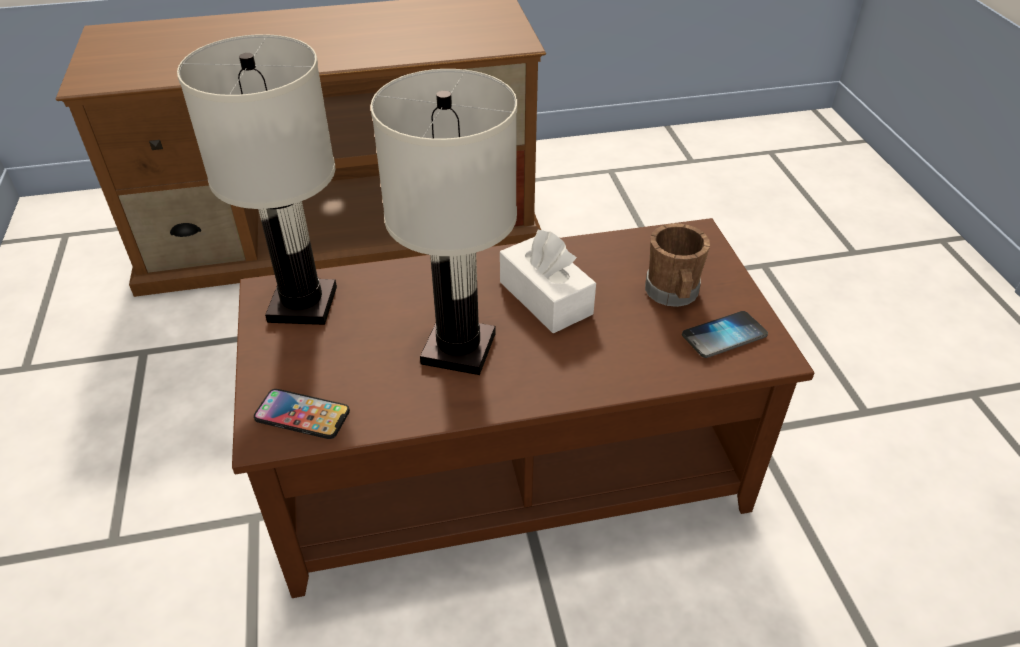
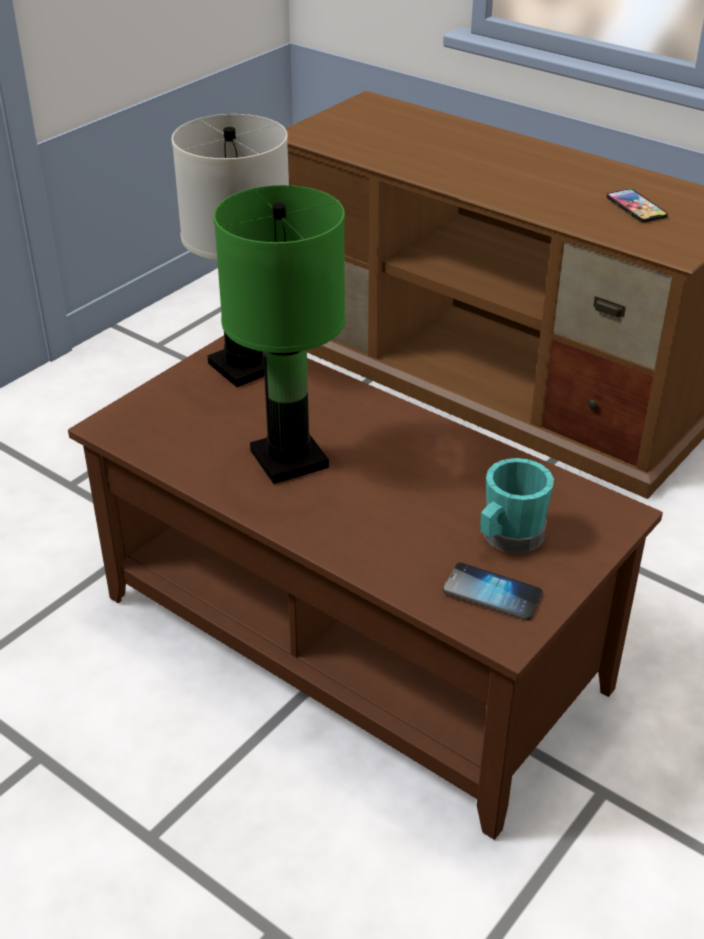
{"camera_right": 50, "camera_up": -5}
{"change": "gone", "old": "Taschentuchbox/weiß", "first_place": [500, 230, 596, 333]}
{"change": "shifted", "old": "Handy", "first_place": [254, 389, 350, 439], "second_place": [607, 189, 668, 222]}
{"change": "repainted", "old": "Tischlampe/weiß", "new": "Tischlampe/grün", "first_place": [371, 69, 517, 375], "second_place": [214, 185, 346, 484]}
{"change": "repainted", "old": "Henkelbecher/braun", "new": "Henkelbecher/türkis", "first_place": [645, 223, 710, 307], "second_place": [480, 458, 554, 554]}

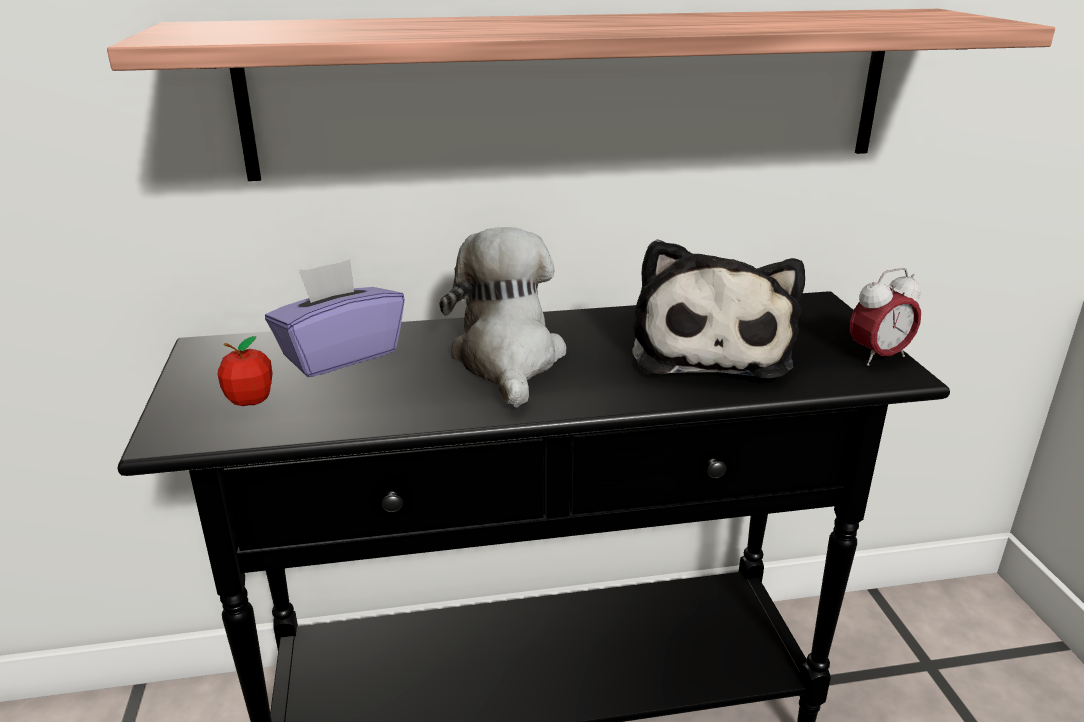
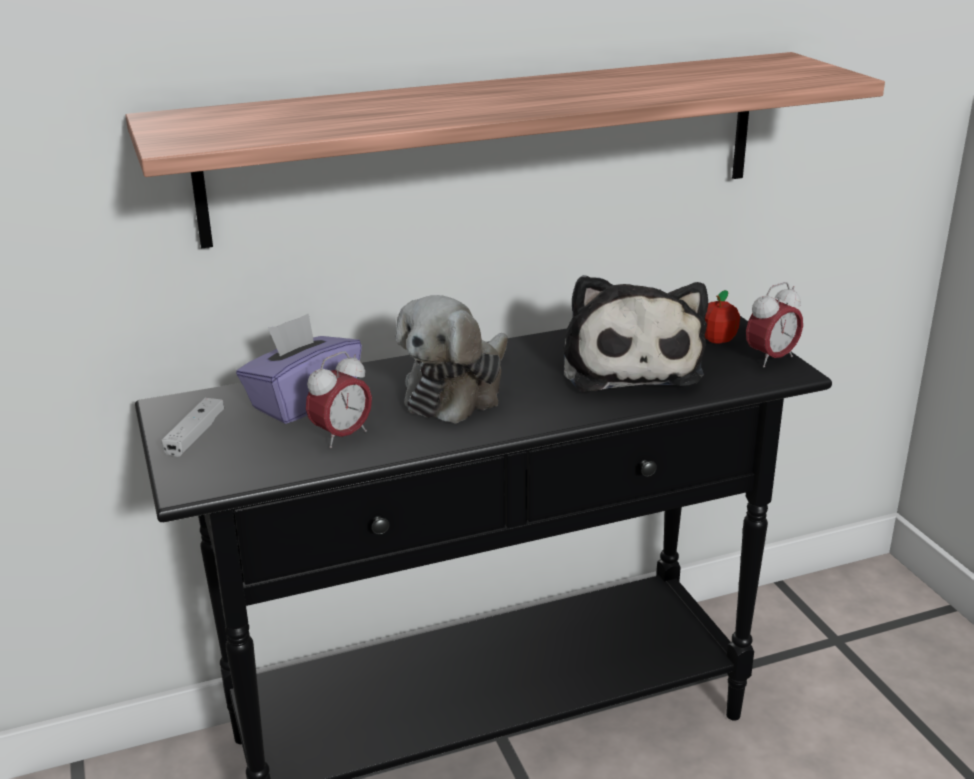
{"camera_right": -10, "camera_up": 0}
{"change": "new", "new": "Gamepad/weiß", "second_place": [161, 398, 224, 457]}
{"change": "new", "new": "Wecker", "second_place": [306, 351, 372, 448]}
{"change": "shifted", "old": "Apfel", "first_place": [217, 336, 272, 406], "second_place": [705, 290, 740, 344]}
{"change": "rotated", "old": "Plüschtier", "first_place": [439, 227, 566, 407], "second_place": [396, 295, 508, 424], "degrees": -135}

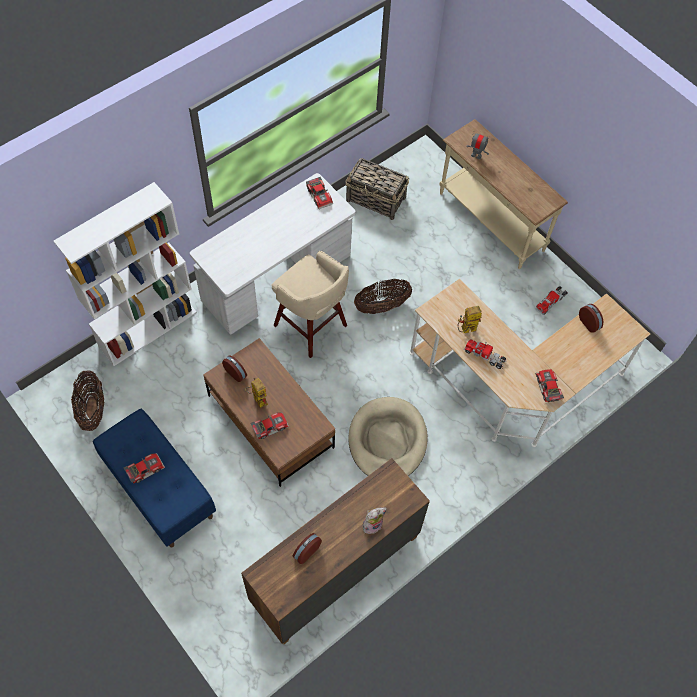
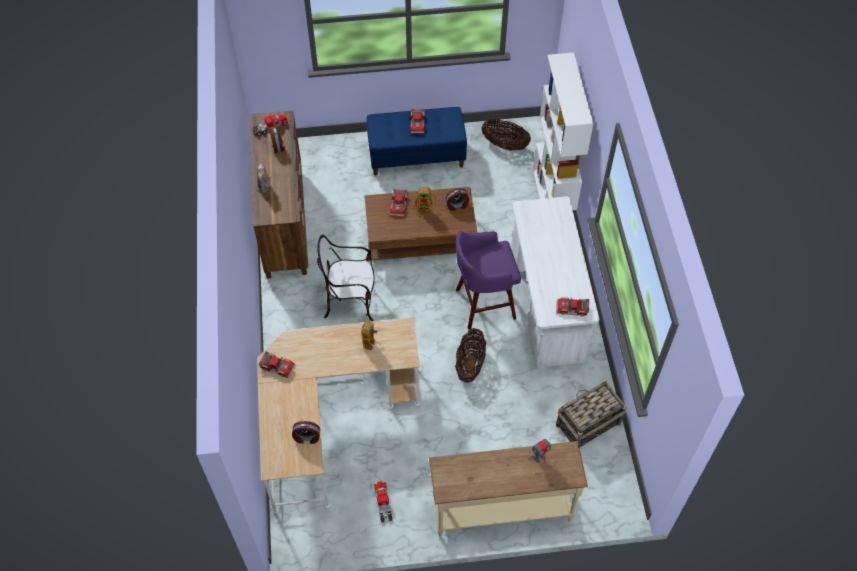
{"camera_right": 125, "camera_up": -5}
{"change": "shifted", "old": "Spielzeuglaster", "first_place": [464, 339, 507, 369], "second_place": [252, 113, 289, 136]}
{"change": "swapped", "old": "Hundebett/beige", "new": "Stuhl", "first_place": [348, 397, 428, 476], "second_place": [317, 235, 375, 321]}
{"change": "repainted", "old": "Hocker/beige", "new": "Hocker/lila", "first_place": [271, 251, 349, 358], "second_place": [456, 231, 521, 329]}

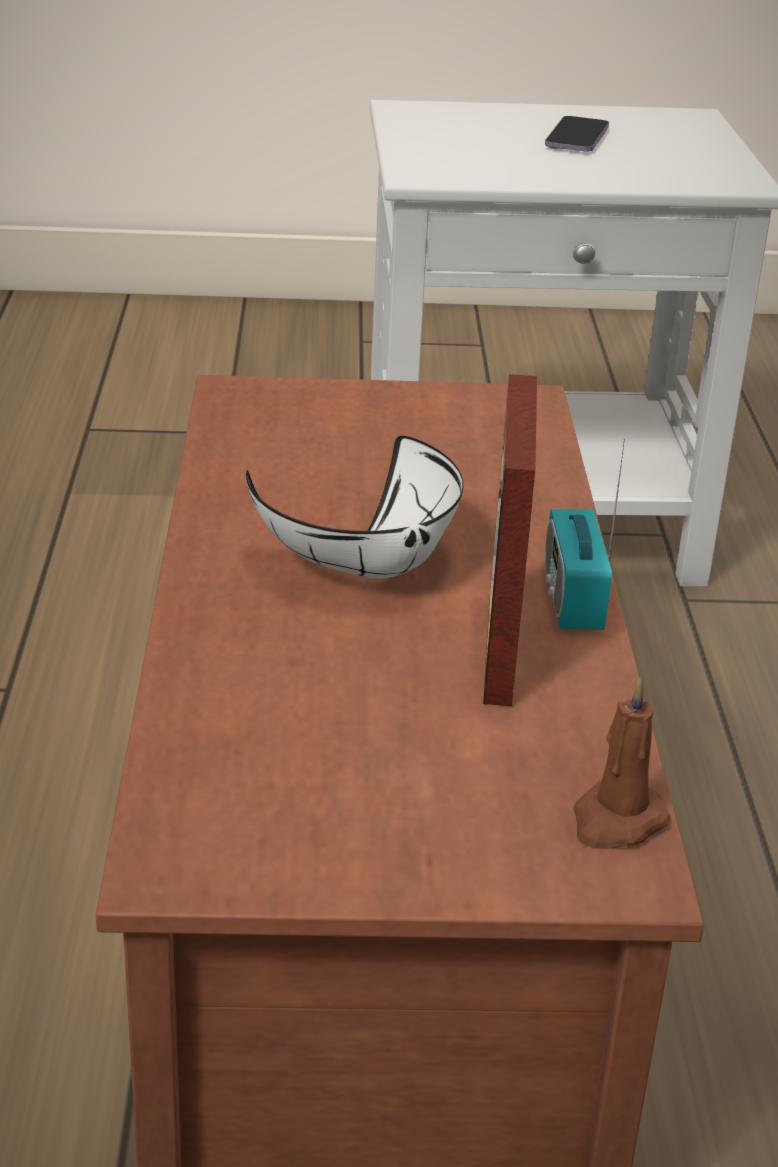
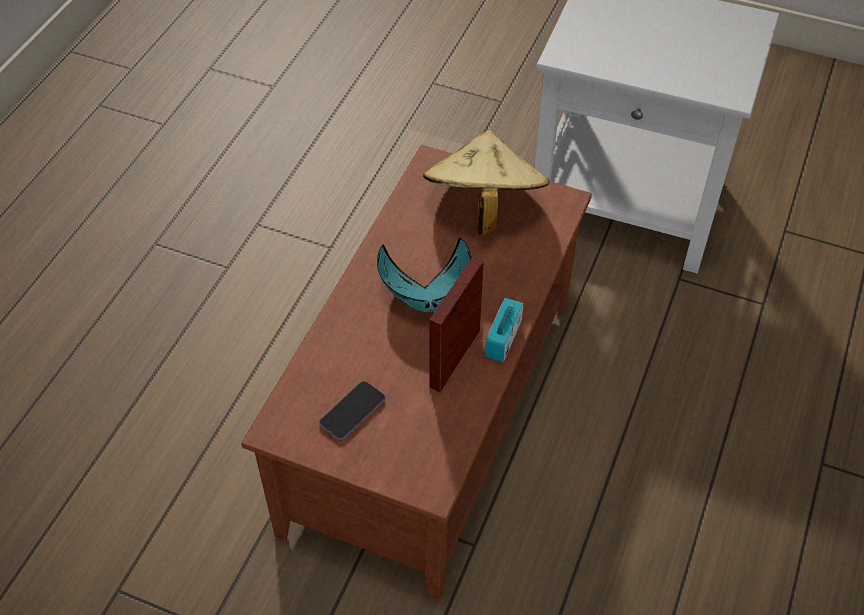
{"camera_right": 25, "camera_up": 20}
{"change": "gone", "old": "Kerze/braun", "first_place": [573, 676, 670, 849]}
{"change": "new", "new": "Hut/beige", "second_place": [423, 130, 549, 235]}
{"change": "shifted", "old": "Handy", "first_place": [545, 116, 609, 152], "second_place": [319, 381, 385, 440]}
{"change": "repainted", "old": "Schüssel/weiß", "new": "Schüssel/türkis", "first_place": [246, 436, 463, 579], "second_place": [377, 238, 472, 312]}

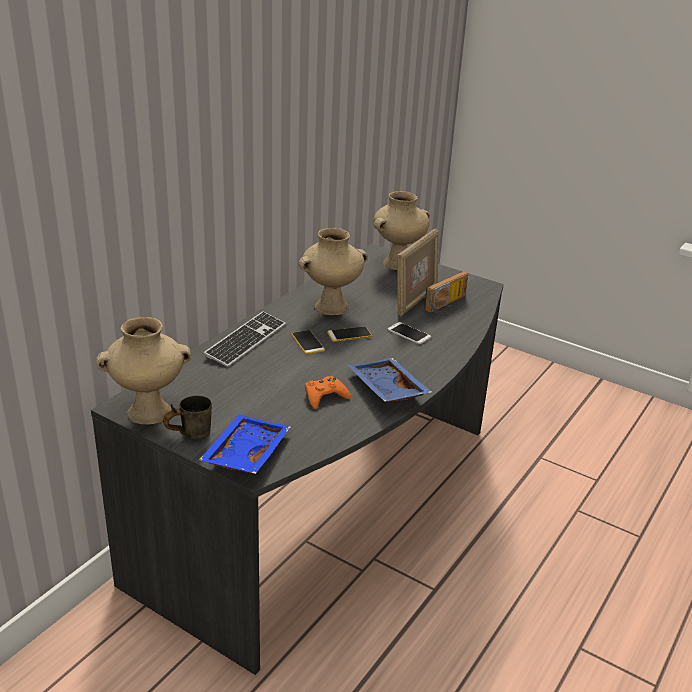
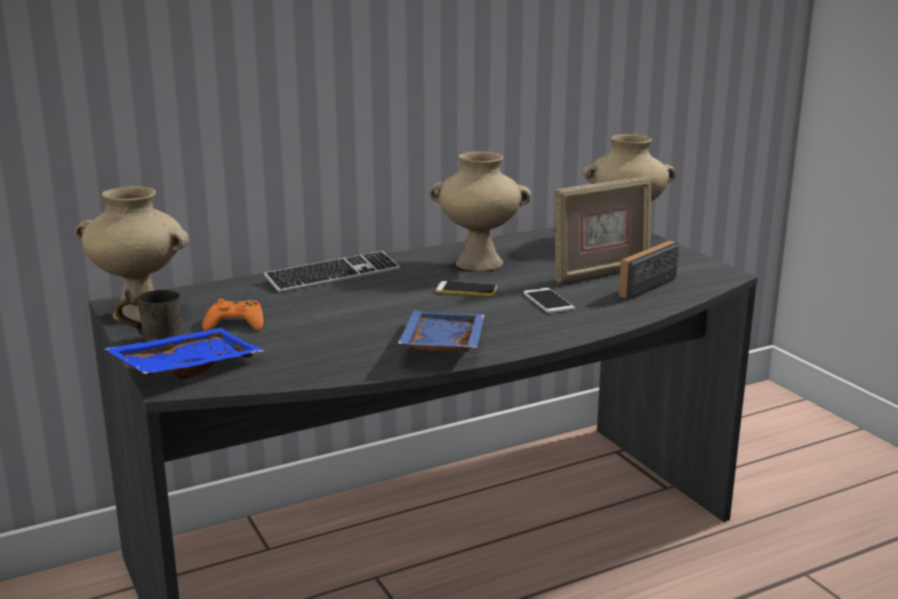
{"camera_right": 30, "camera_up": -10}
{"change": "gone", "old": "Handy", "first_place": [291, 330, 325, 355]}
{"change": "shifted", "old": "Gamepad/orange", "first_place": [305, 376, 351, 409], "second_place": [202, 299, 263, 331]}
{"change": "rotated", "old": "Radio", "first_place": [424, 271, 468, 314], "second_place": [619, 241, 679, 299], "degrees": 150}

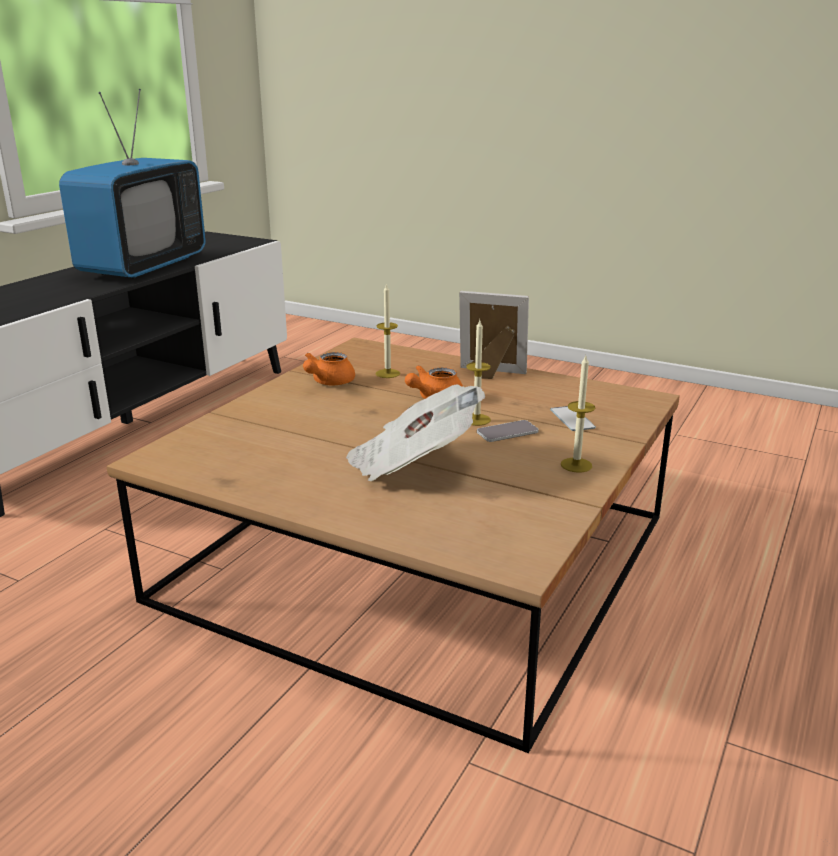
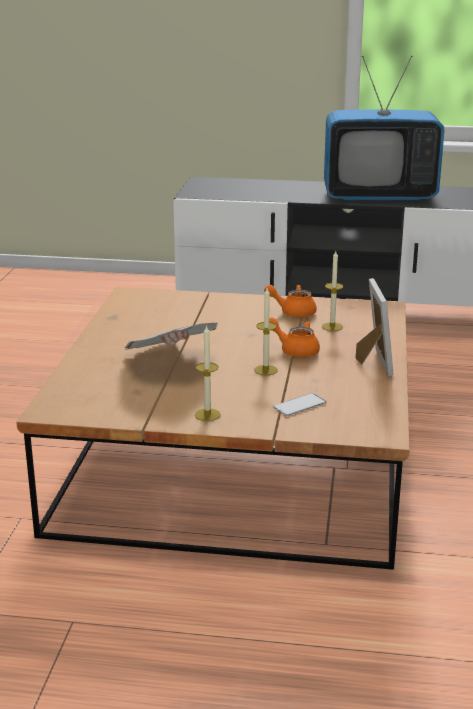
{"camera_right": 70, "camera_up": 0}
{"change": "gone", "old": "Handy", "first_place": [477, 420, 539, 442]}

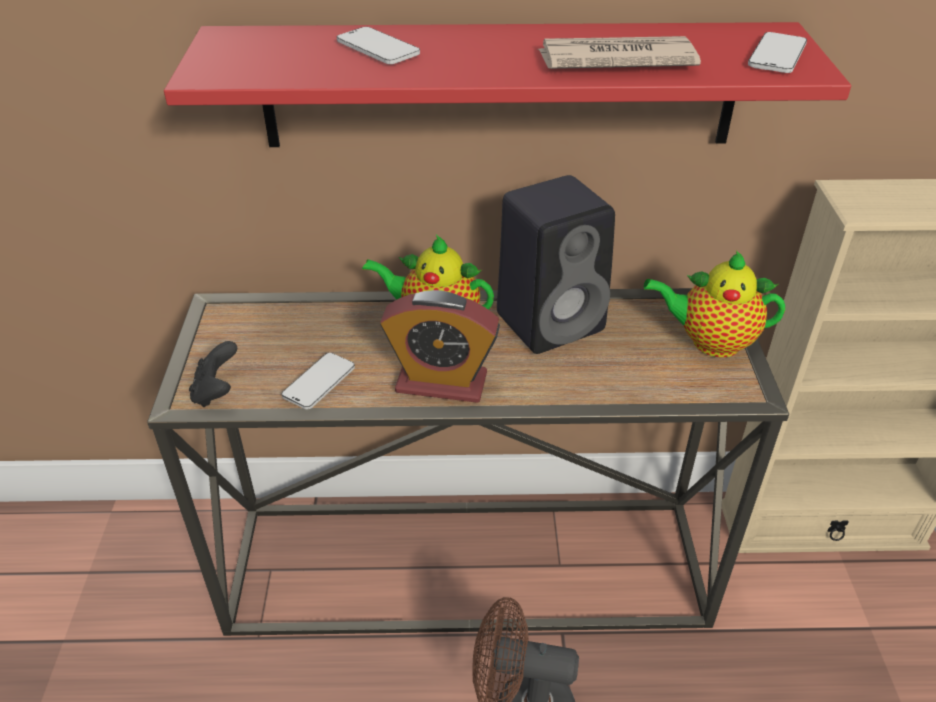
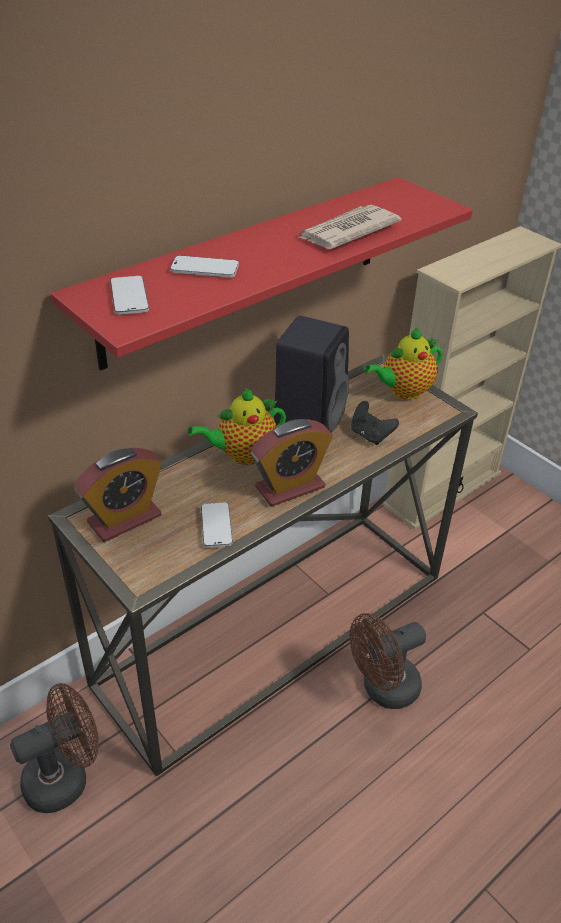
{"camera_right": -40, "camera_up": 0}
{"change": "new", "new": "Ventilator/braun", "second_place": [10, 683, 99, 813]}
{"change": "new", "new": "Wecker", "second_place": [73, 448, 162, 542]}
{"change": "shifted", "old": "Gamepad/schwarz", "first_place": [189, 341, 237, 407], "second_place": [351, 401, 399, 445]}
{"change": "shifted", "old": "Handy", "first_place": [748, 32, 807, 73], "second_place": [110, 276, 149, 315]}

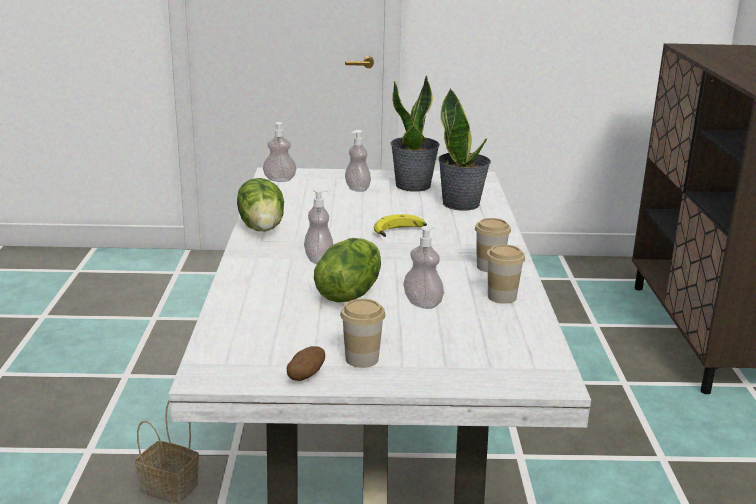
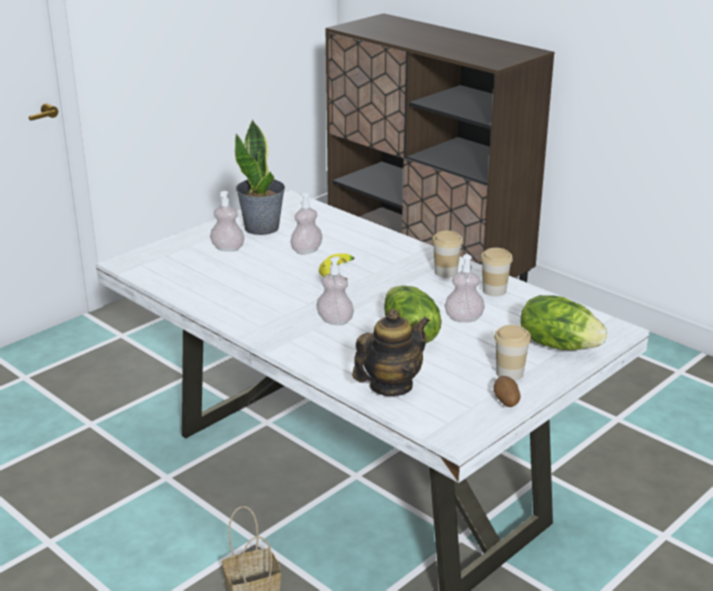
{"camera_right": -45, "camera_up": 5}
{"change": "gone", "old": "Topfpflanze", "first_place": [438, 88, 491, 211]}
{"change": "new", "new": "Teekanne", "second_place": [352, 309, 430, 396]}
{"change": "shifted", "old": "Salatkopf", "first_place": [237, 178, 284, 231], "second_place": [520, 295, 607, 350]}
{"change": "shifted", "old": "Seifenspender", "first_place": [263, 122, 296, 182], "second_place": [291, 193, 322, 255]}

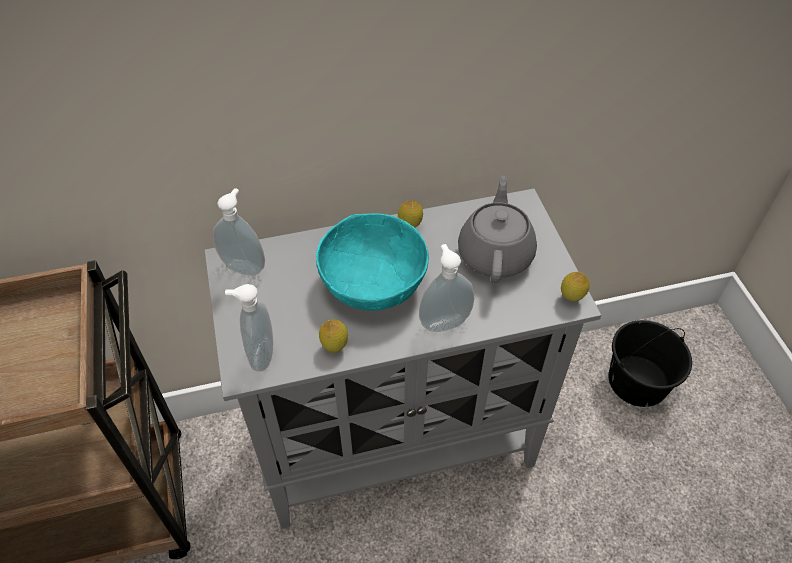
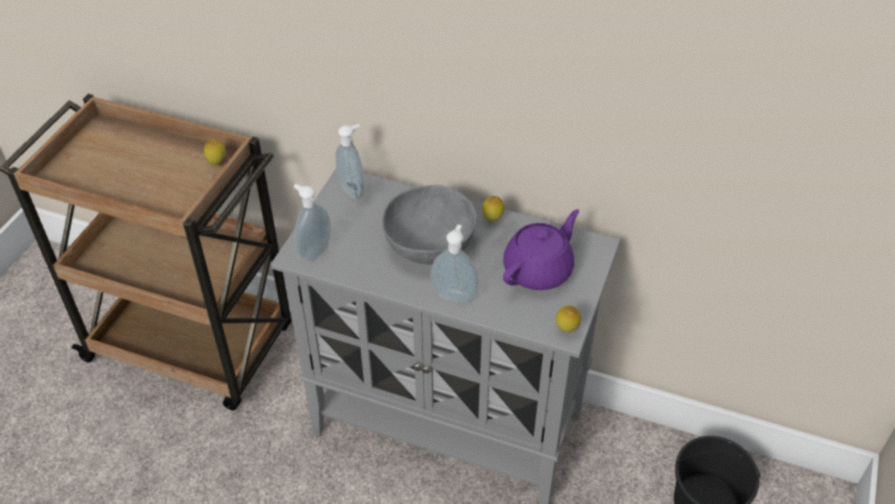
{"camera_right": 35, "camera_up": -5}
{"change": "shifted", "old": "Zitrone", "first_place": [319, 319, 348, 353], "second_place": [204, 138, 226, 166]}
{"change": "repainted", "old": "Schüssel/türkis", "new": "Schüssel/grau", "first_place": [316, 213, 429, 311], "second_place": [382, 185, 477, 265]}
{"change": "repainted", "old": "Teekanne/grau", "new": "Teekanne/lila", "first_place": [458, 176, 537, 283], "second_place": [503, 209, 579, 290]}

